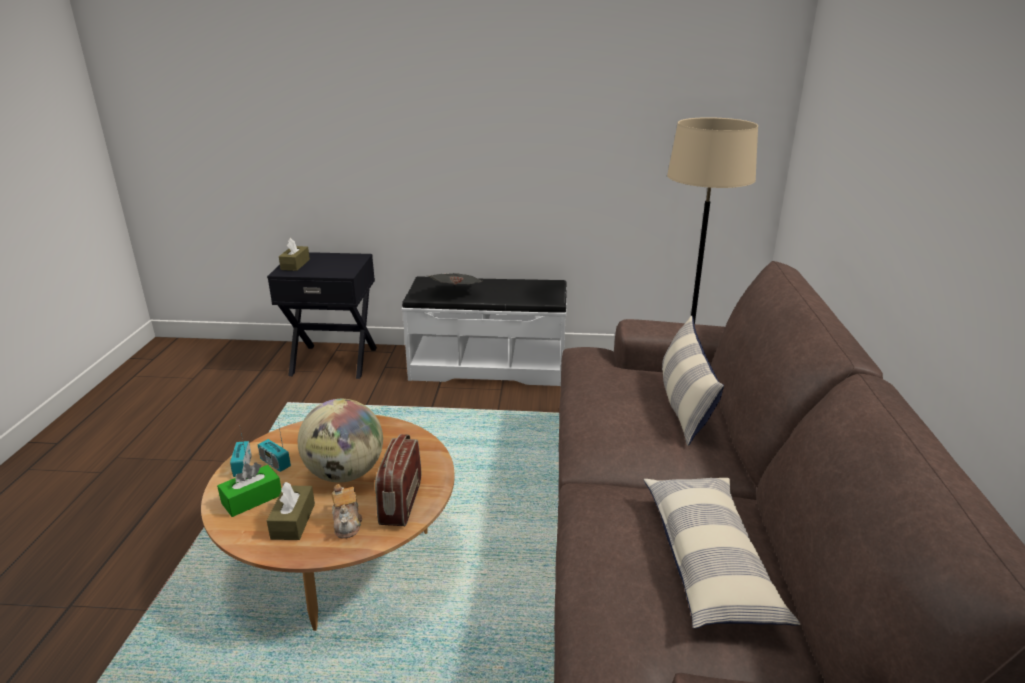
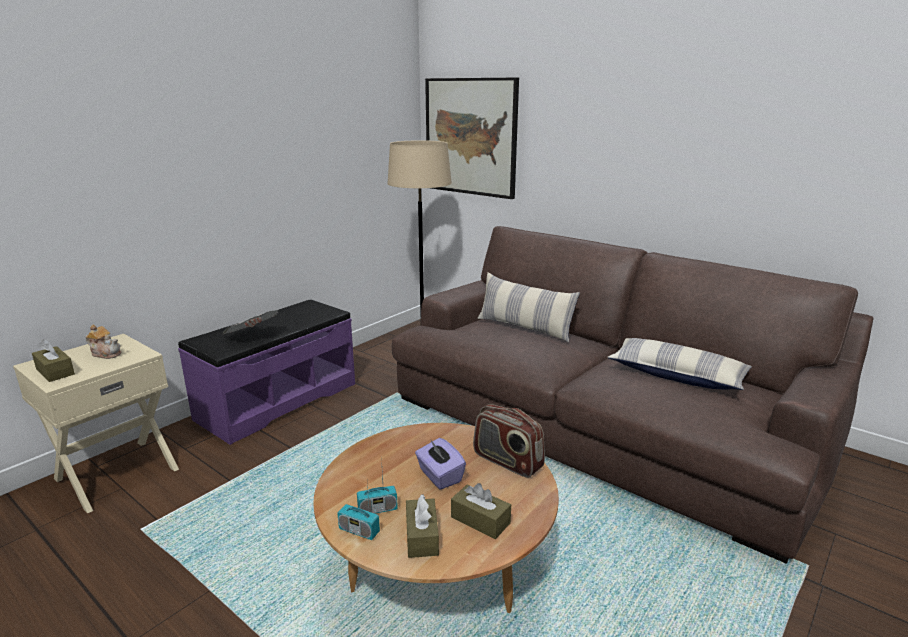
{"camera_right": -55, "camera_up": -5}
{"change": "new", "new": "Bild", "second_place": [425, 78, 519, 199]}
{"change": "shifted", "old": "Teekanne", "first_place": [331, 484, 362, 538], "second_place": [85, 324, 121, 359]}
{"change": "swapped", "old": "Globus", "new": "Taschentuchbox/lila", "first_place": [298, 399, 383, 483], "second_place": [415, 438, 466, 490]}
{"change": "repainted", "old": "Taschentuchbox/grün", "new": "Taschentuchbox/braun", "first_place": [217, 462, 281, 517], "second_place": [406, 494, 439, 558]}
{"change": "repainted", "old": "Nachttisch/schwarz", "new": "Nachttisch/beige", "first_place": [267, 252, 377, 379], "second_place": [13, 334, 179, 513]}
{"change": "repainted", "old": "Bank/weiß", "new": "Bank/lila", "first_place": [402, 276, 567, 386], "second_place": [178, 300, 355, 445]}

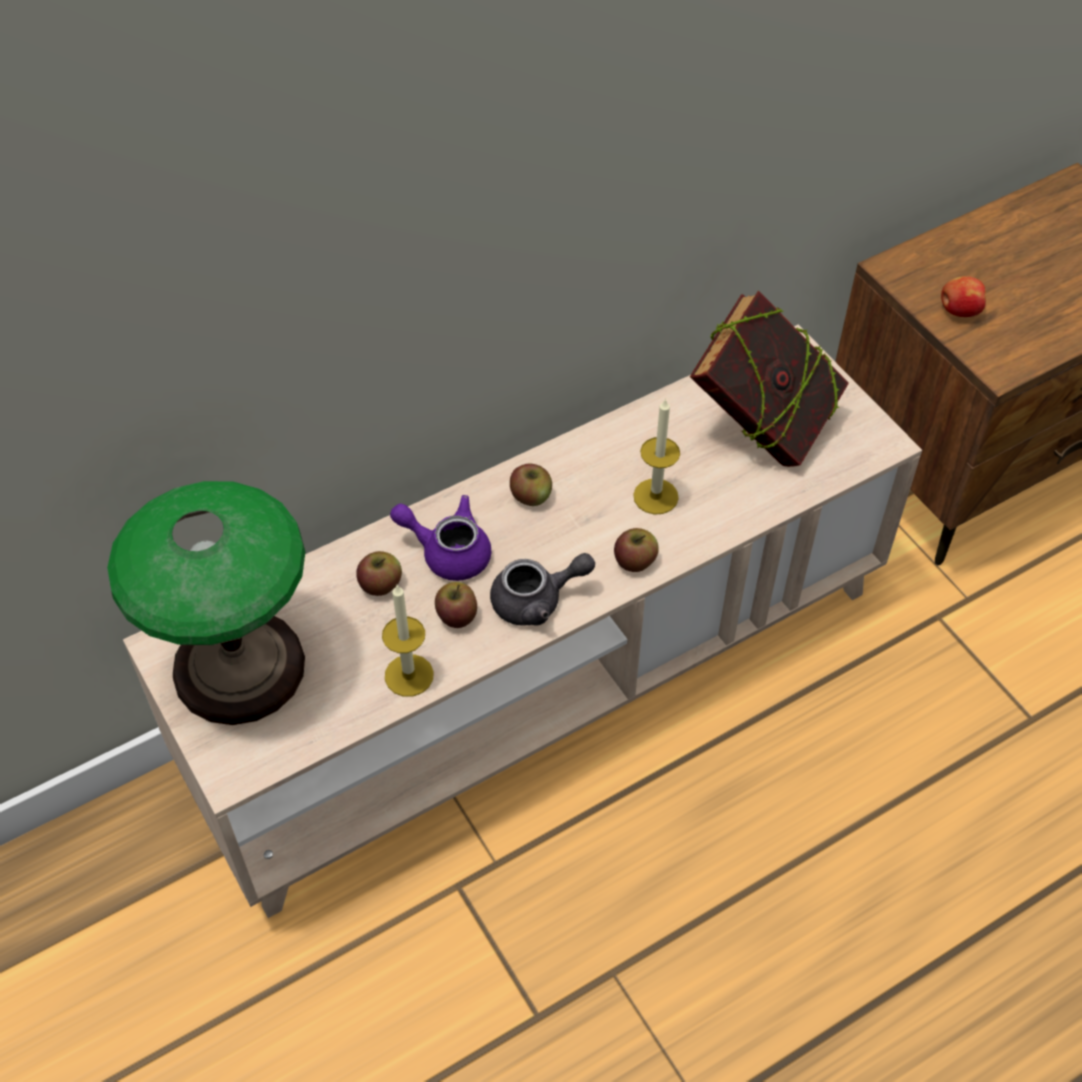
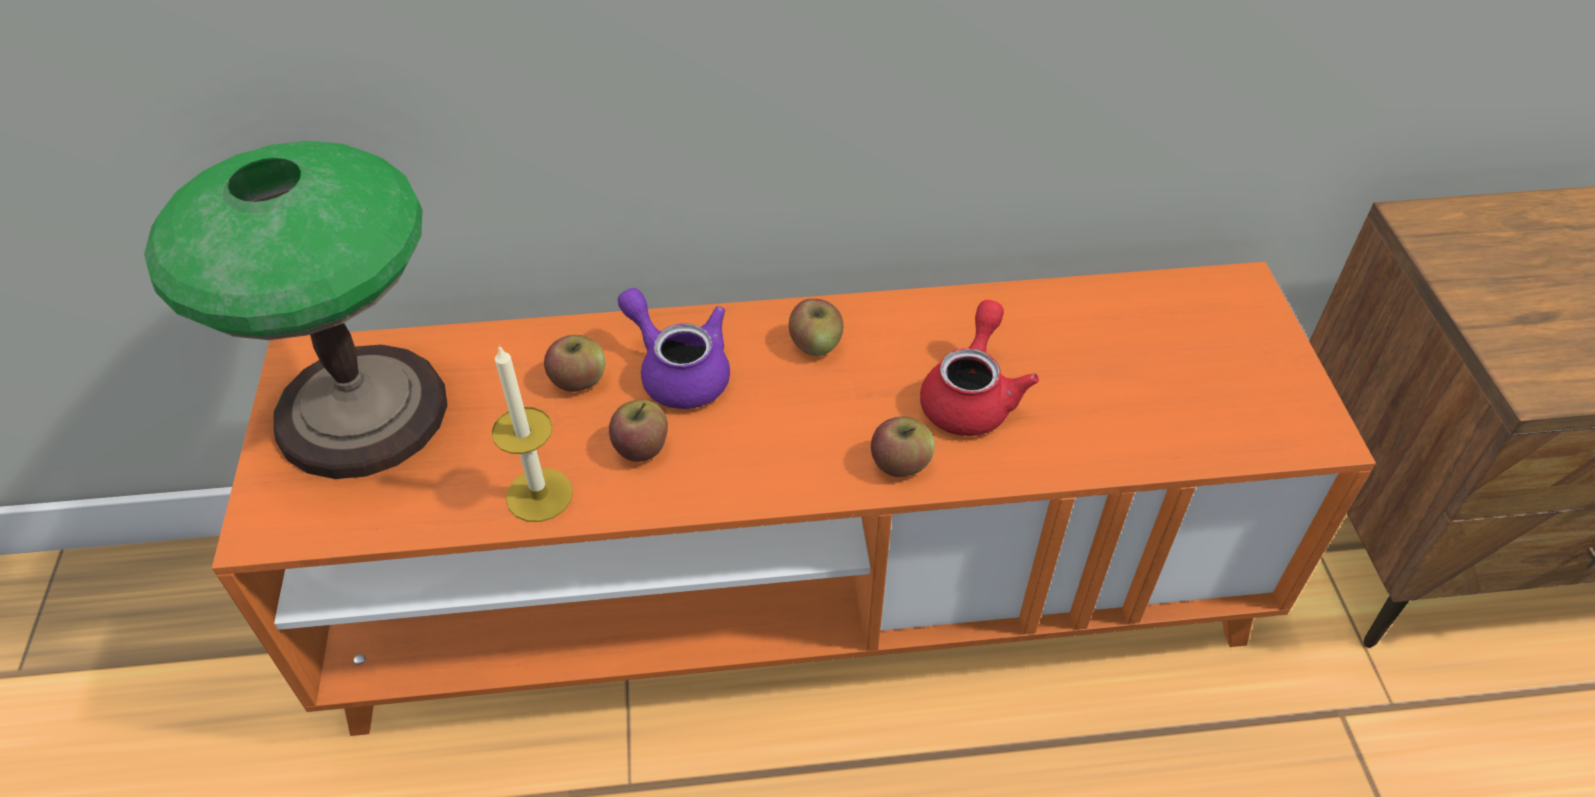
{"camera_right": 25, "camera_up": -5}
{"change": "gone", "old": "Teekanne/grau", "first_place": [490, 553, 595, 626]}
{"change": "gone", "old": "Buch", "first_place": [690, 291, 849, 467]}
{"change": "gone", "old": "Apfel", "first_place": [941, 276, 986, 317]}
{"change": "swapped", "old": "Kerze", "new": "Teekanne/rot", "first_place": [633, 398, 680, 515], "second_place": [920, 300, 1039, 436]}
{"change": "repainted", "old": "Fernsehschrank/beige", "new": "Fernsehschrank/orange", "first_place": [123, 325, 922, 918], "second_place": [212, 262, 1376, 736]}

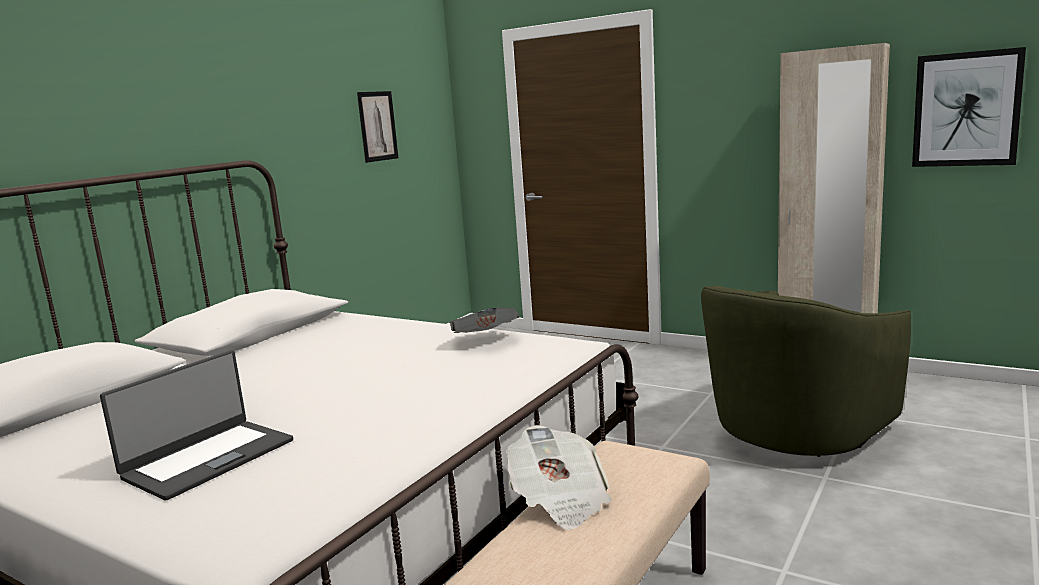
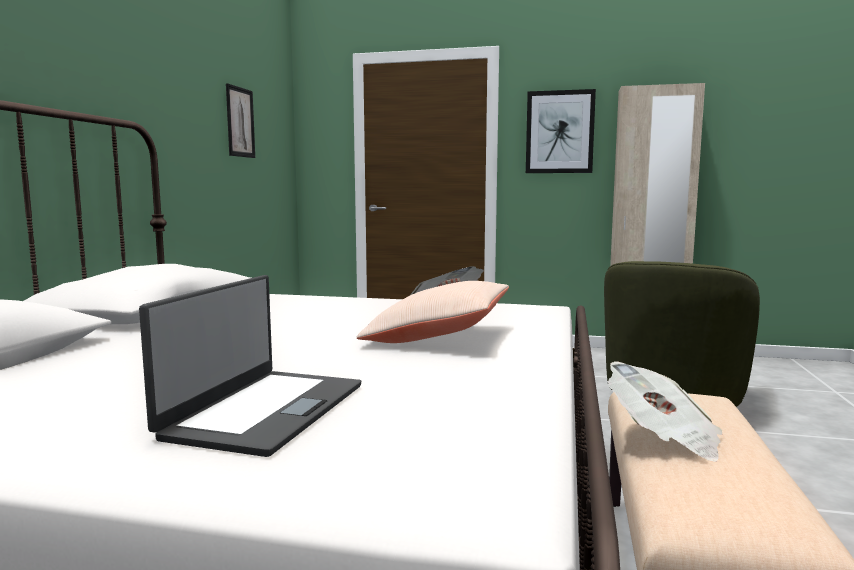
{"camera_right": -20, "camera_up": -5}
{"change": "new", "new": "Kissen/beige", "second_place": [356, 281, 509, 343]}
{"change": "shifted", "old": "Bild", "first_place": [912, 47, 1026, 167], "second_place": [526, 89, 596, 173]}

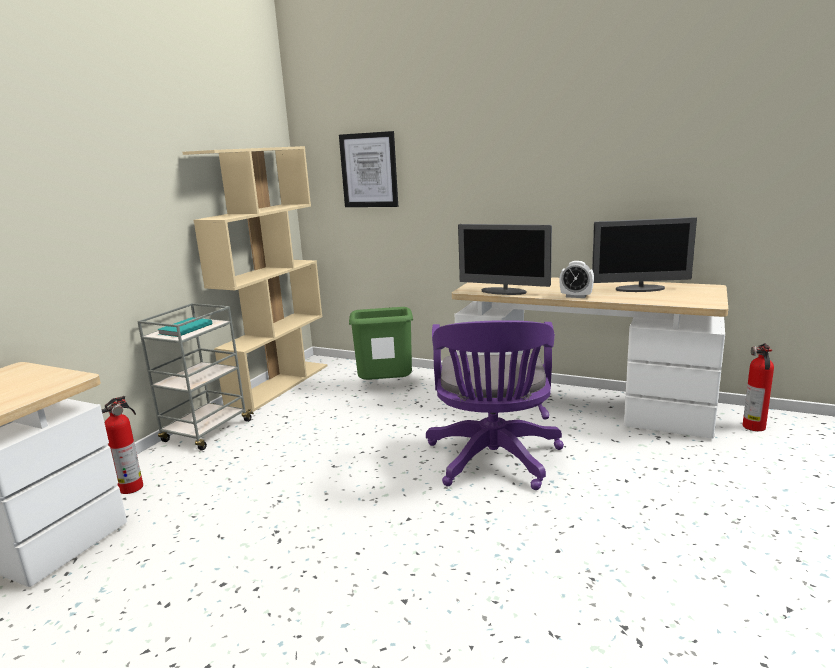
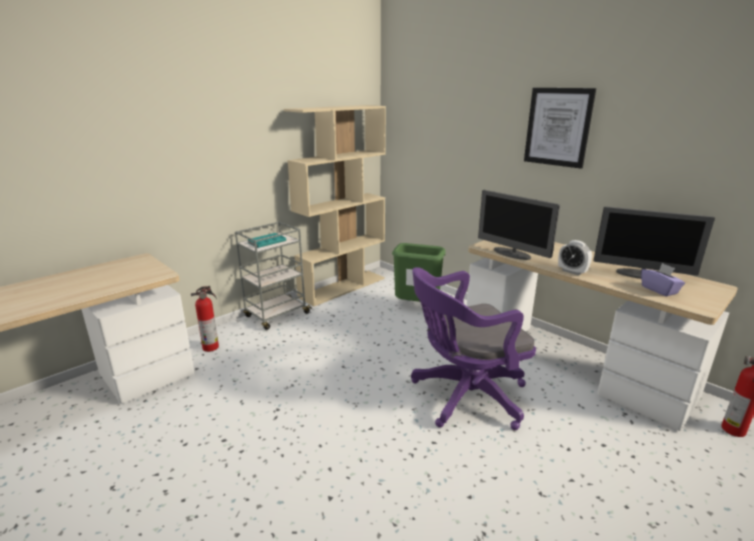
{"camera_right": 20, "camera_up": 5}
{"change": "new", "new": "Taschentuchbox/lila", "second_place": [641, 263, 685, 297]}
{"change": "shifted", "old": "Bild", "first_place": [339, 131, 398, 207], "second_place": [524, 88, 596, 169]}
{"change": "rotated", "old": "Bürostuhl/lila", "first_place": [426, 320, 564, 490], "second_place": [411, 267, 536, 430], "degrees": 45}

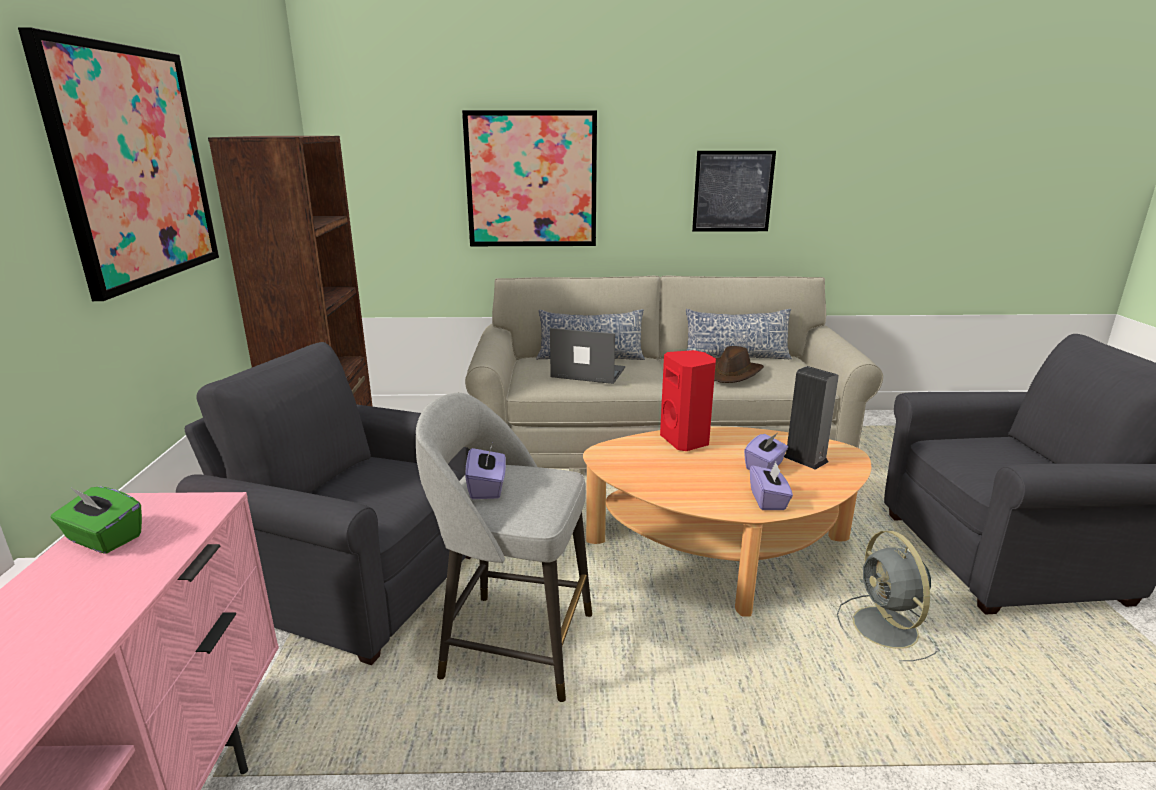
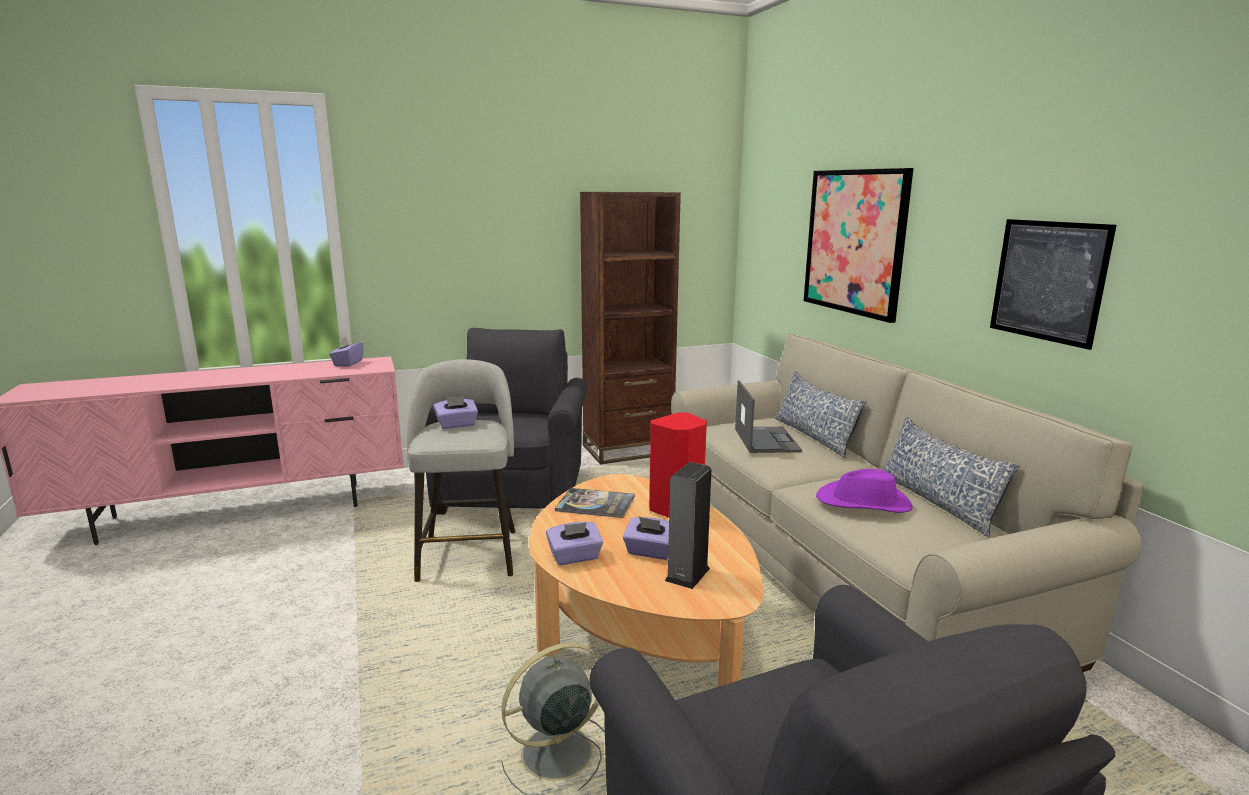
{"camera_right": 70, "camera_up": -5}
{"change": "gone", "old": "Bild", "first_place": [18, 27, 219, 301]}
{"change": "new", "new": "Buch", "second_place": [555, 488, 635, 518]}
{"change": "repainted", "old": "Taschentuchbox/grün", "new": "Taschentuchbox/lila", "first_place": [51, 486, 142, 553], "second_place": [329, 336, 364, 367]}
{"change": "repainted", "old": "Hut/braun", "new": "Hut/lila", "first_place": [714, 346, 764, 383], "second_place": [816, 469, 913, 513]}

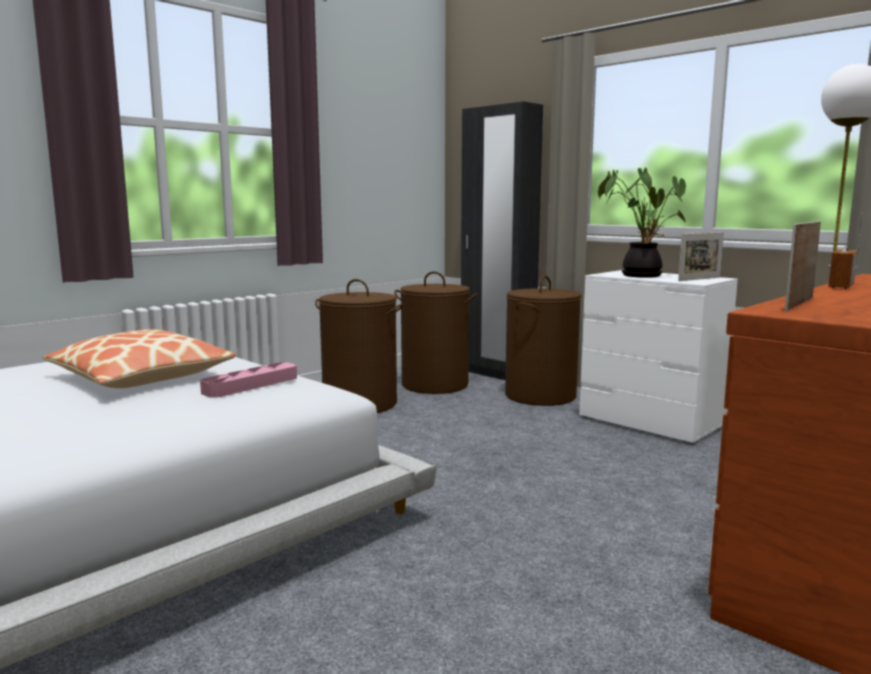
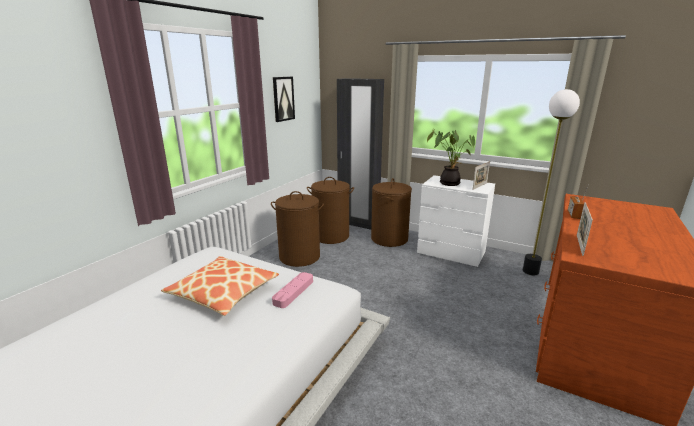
{"camera_right": -15, "camera_up": 10}
{"change": "new", "new": "Bild", "second_place": [273, 77, 295, 122]}

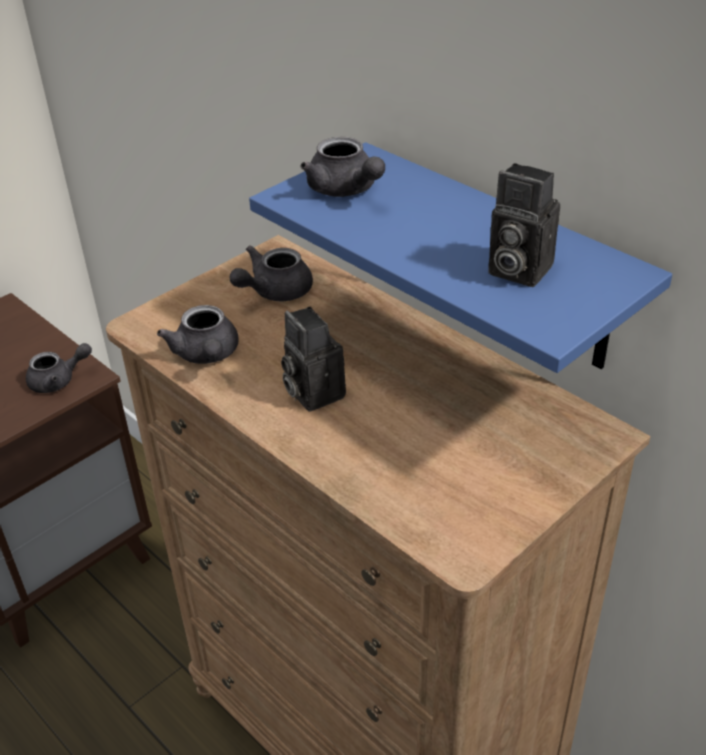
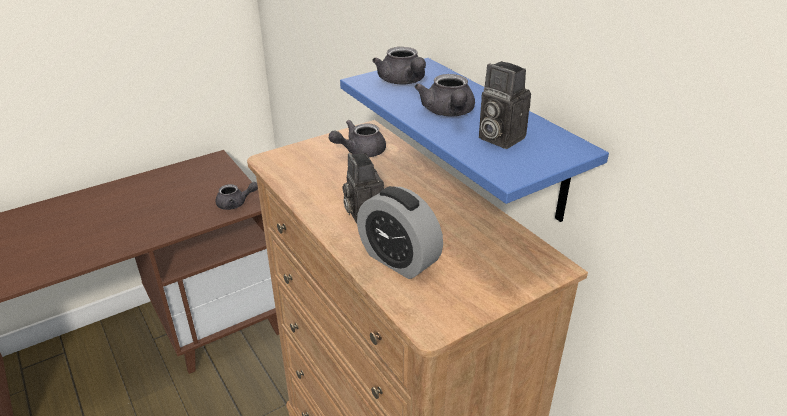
{"camera_right": 10, "camera_up": -5}
{"change": "new", "new": "Wecker", "second_place": [357, 186, 443, 279]}
{"change": "shifted", "old": "Teekanne/grau", "first_place": [157, 305, 239, 364], "second_place": [414, 74, 475, 116]}

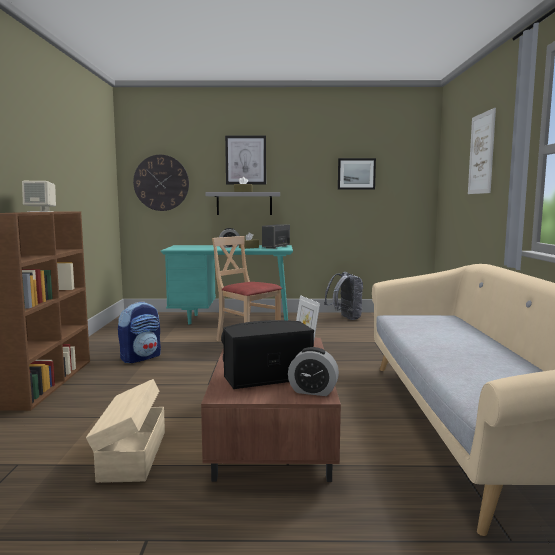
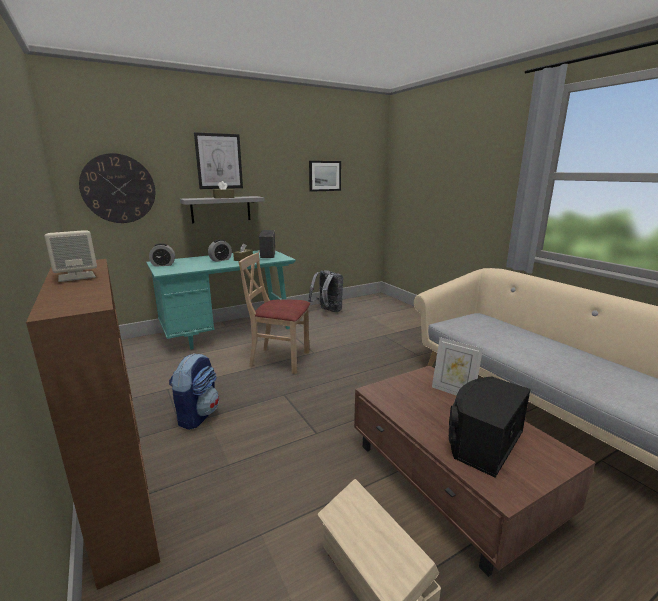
{"camera_right": -30, "camera_up": 10}
{"change": "gone", "old": "Bild", "first_place": [468, 108, 496, 194]}
{"change": "shifted", "old": "Wecker", "first_place": [288, 347, 339, 396], "second_place": [149, 243, 175, 267]}

